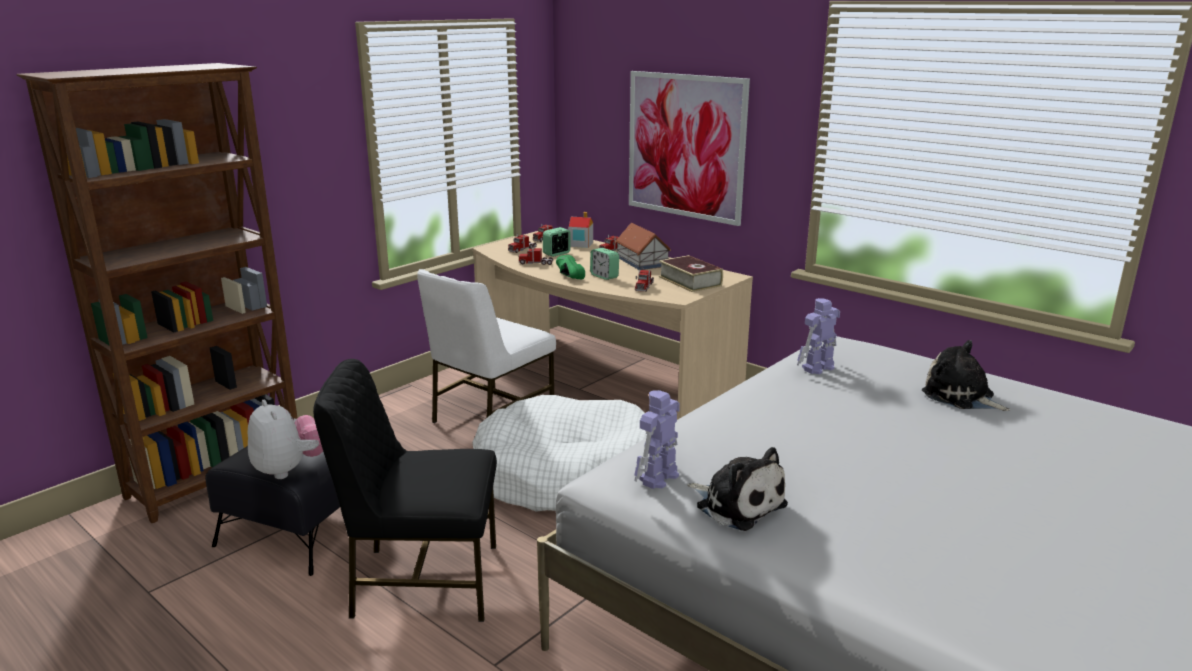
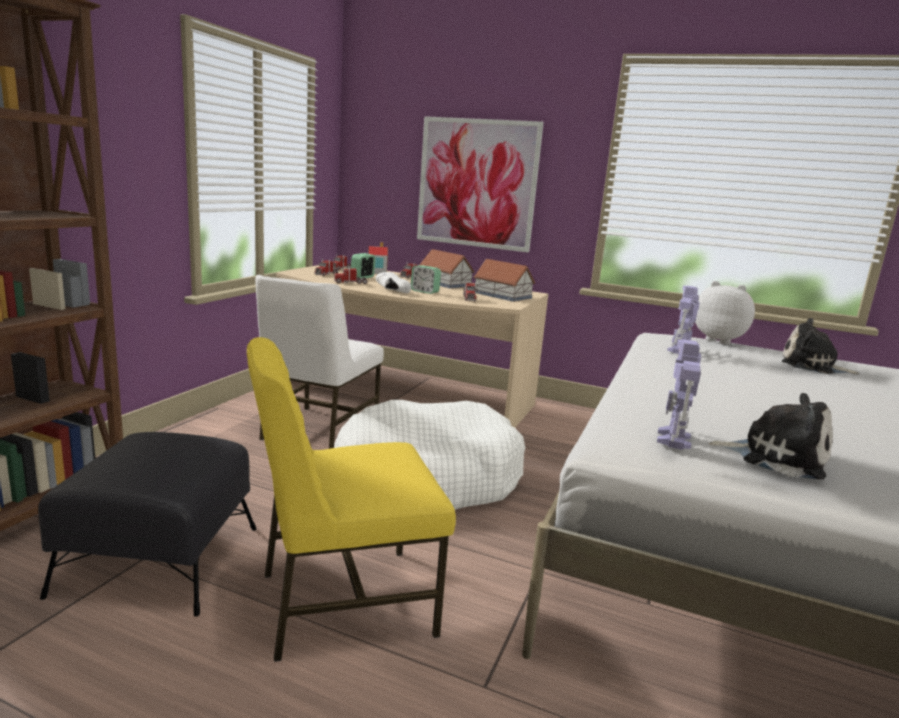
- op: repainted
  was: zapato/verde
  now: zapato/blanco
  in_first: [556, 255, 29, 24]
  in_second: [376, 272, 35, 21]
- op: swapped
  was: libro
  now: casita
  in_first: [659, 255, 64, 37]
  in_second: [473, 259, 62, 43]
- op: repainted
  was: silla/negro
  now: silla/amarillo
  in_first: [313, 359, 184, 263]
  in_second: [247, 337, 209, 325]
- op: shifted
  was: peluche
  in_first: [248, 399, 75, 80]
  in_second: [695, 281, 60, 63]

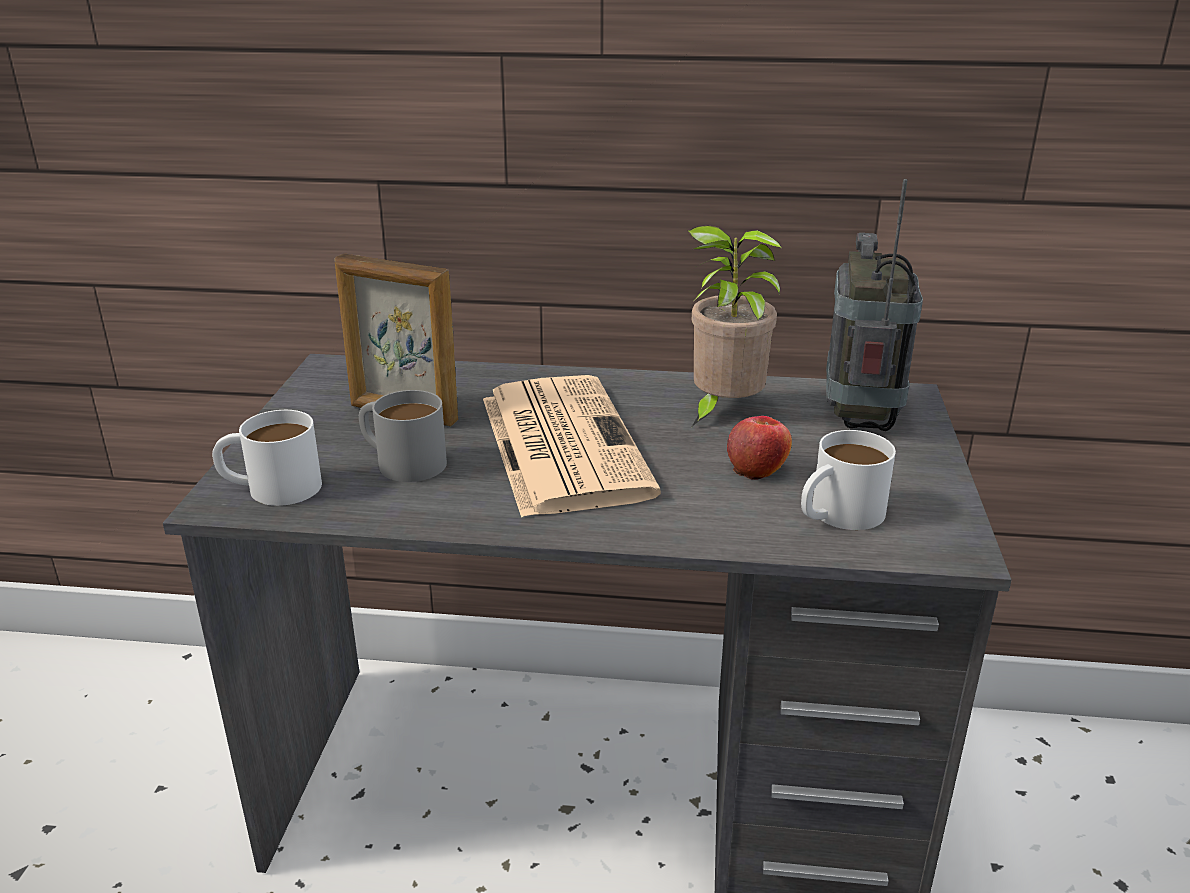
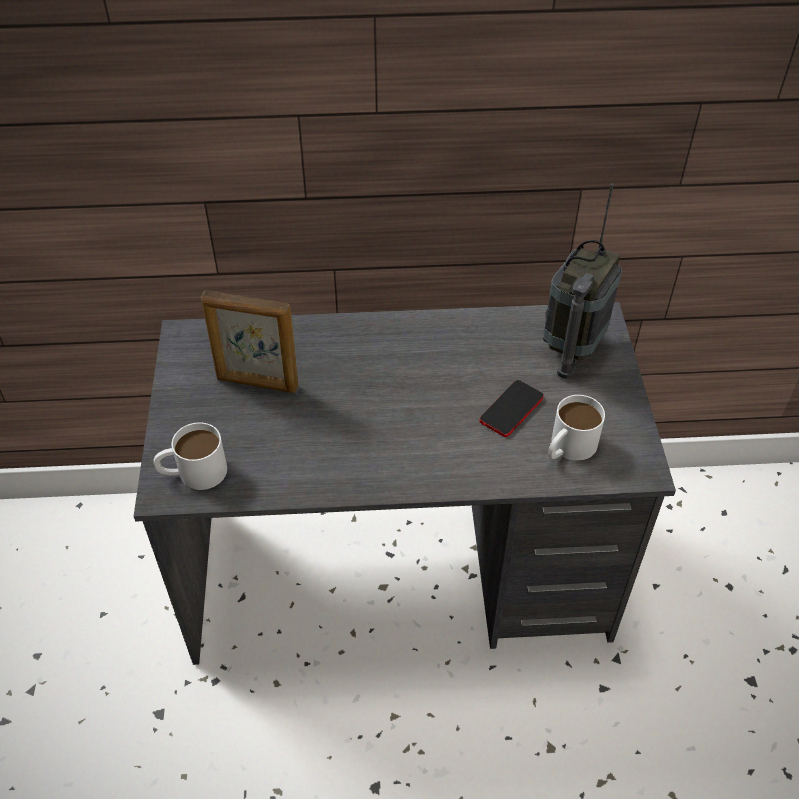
- op: rotated
  was: radio
  in_first: [826, 179, 97, 252]
  in_second: [543, 184, 79, 195]
  clockwise: -150
- op: gone
  was: planta en maceta
  in_first: [688, 225, 93, 201]
- op: gone
  was: periódico
  in_first: [483, 375, 178, 143]
- op: gone
  was: taza grande/gris
  in_first: [359, 390, 88, 92]
- op: swapped
  was: manzana
  now: móvil
  in_first: [727, 416, 65, 64]
  in_second: [479, 380, 65, 57]

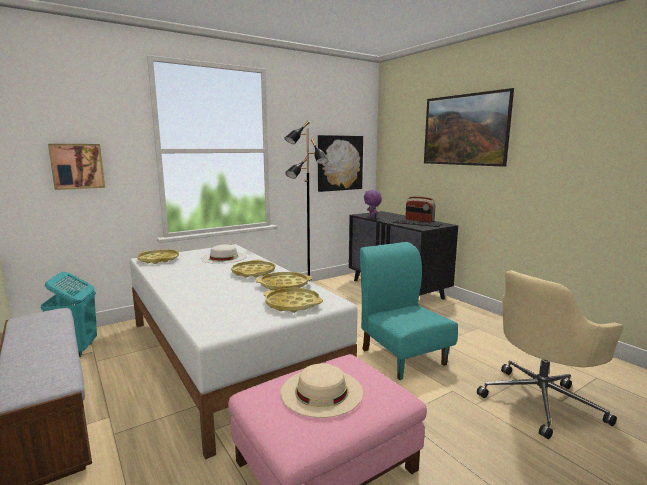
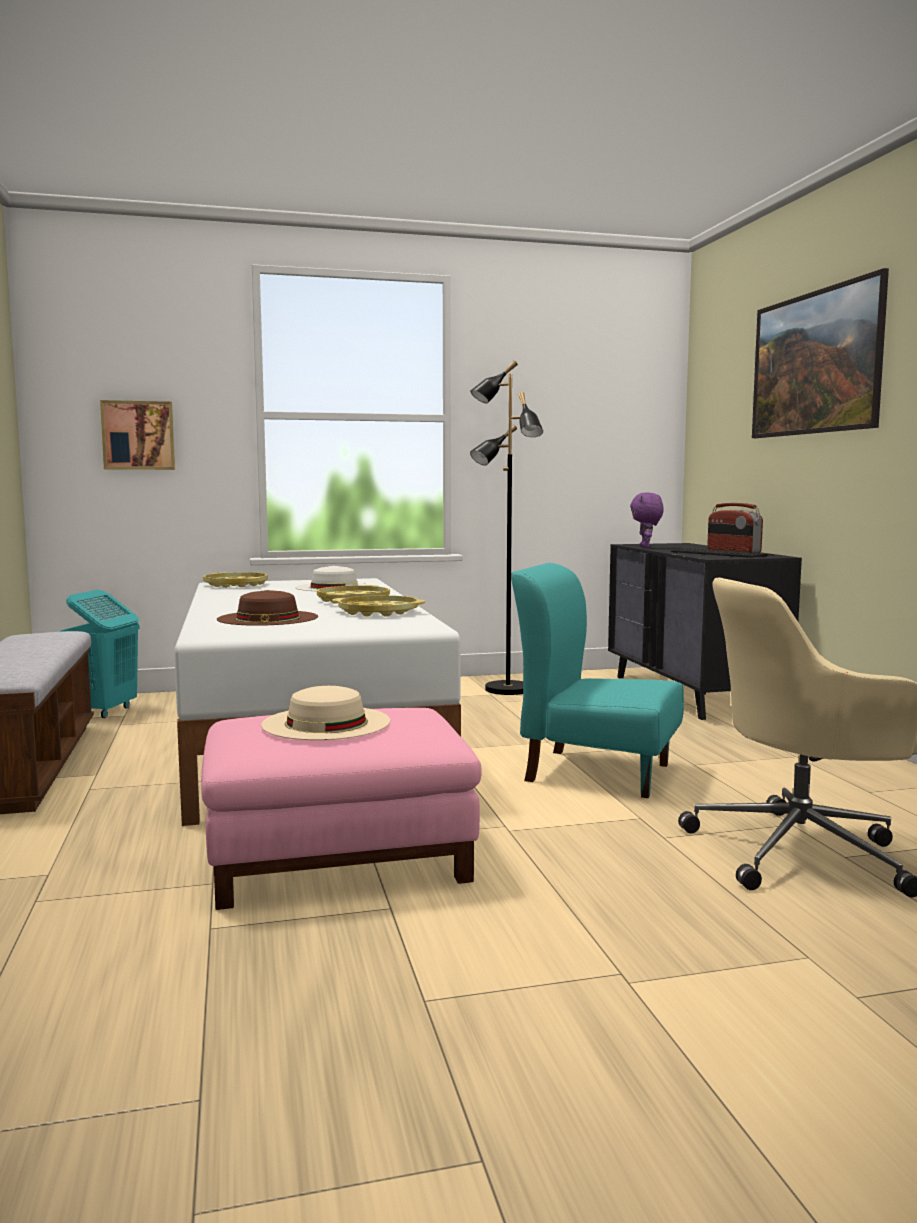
- op: gone
  was: cuadro
  in_first: [318, 135, 45, 57]
- op: rotated
  was: silla/turquesa
  in_first: [360, 242, 98, 138]
  in_second: [511, 563, 173, 235]
  clockwise: -60
- op: gone
  was: bandeja/amarillo
  in_first: [263, 288, 60, 25]
- op: new
  now: sombrero/marrón
  in_second: [217, 590, 101, 36]

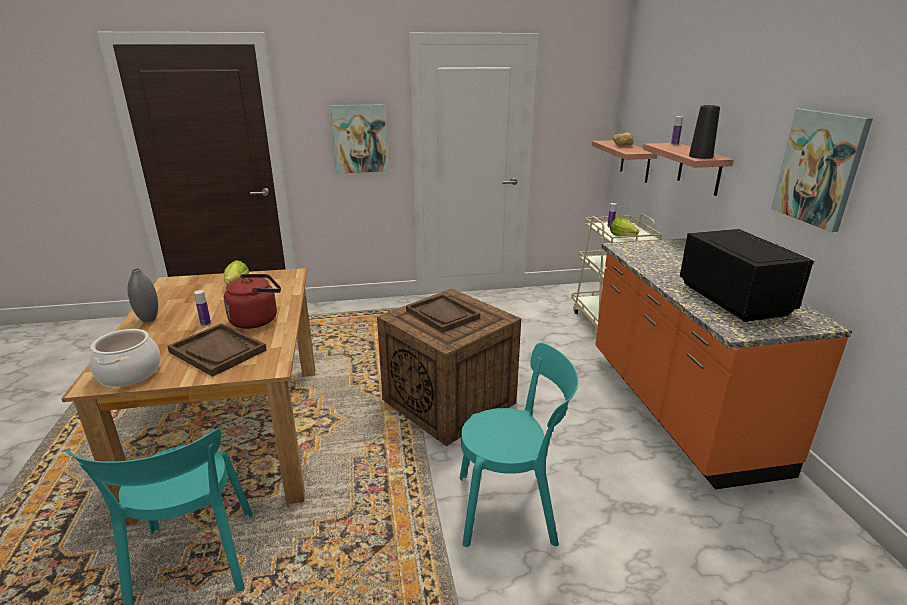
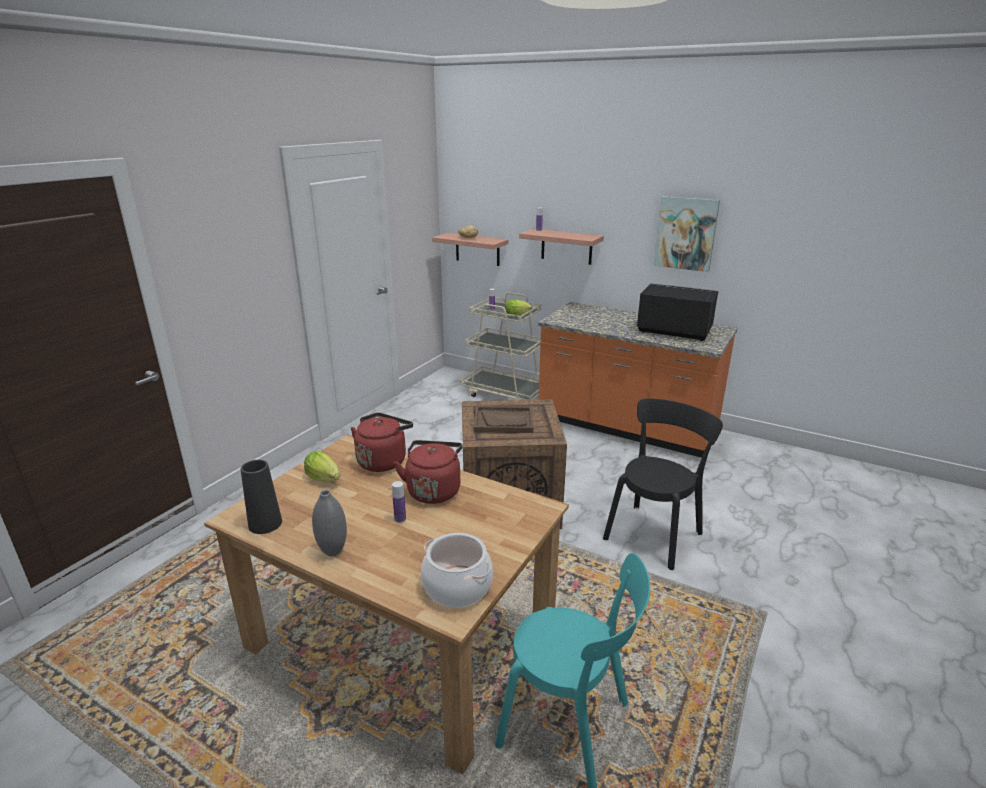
- op: gone
  was: cuadro
  in_first: [330, 104, 58, 70]
- op: shifted
  was: florero/negro
  in_first: [689, 105, 31, 54]
  in_second: [241, 460, 41, 74]
- op: gone
  was: bandeja/marrón
  in_first: [167, 323, 100, 54]
- op: repainted
  was: silla/turquesa
  now: silla/negro
  in_first: [460, 343, 118, 204]
  in_second: [603, 398, 120, 172]
- op: new
  now: hervidor/rojo
  in_second: [351, 413, 62, 59]

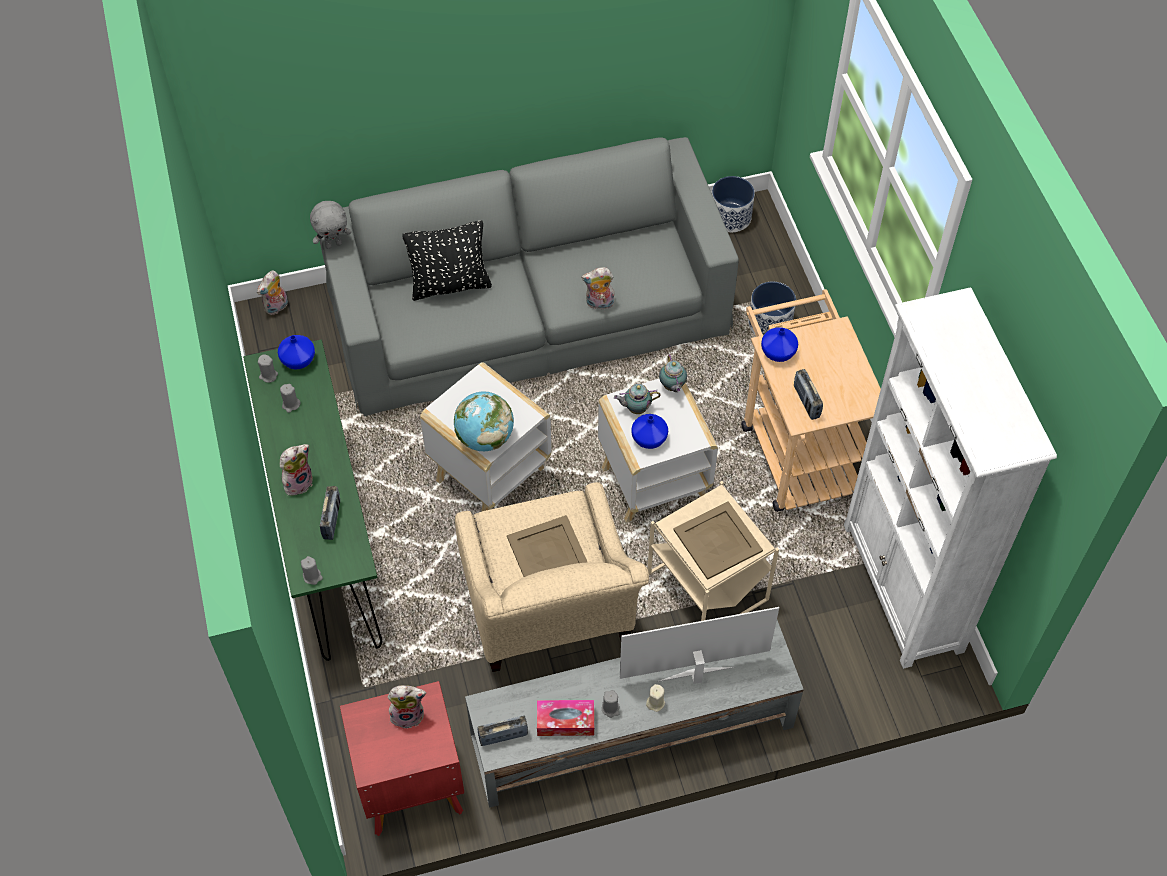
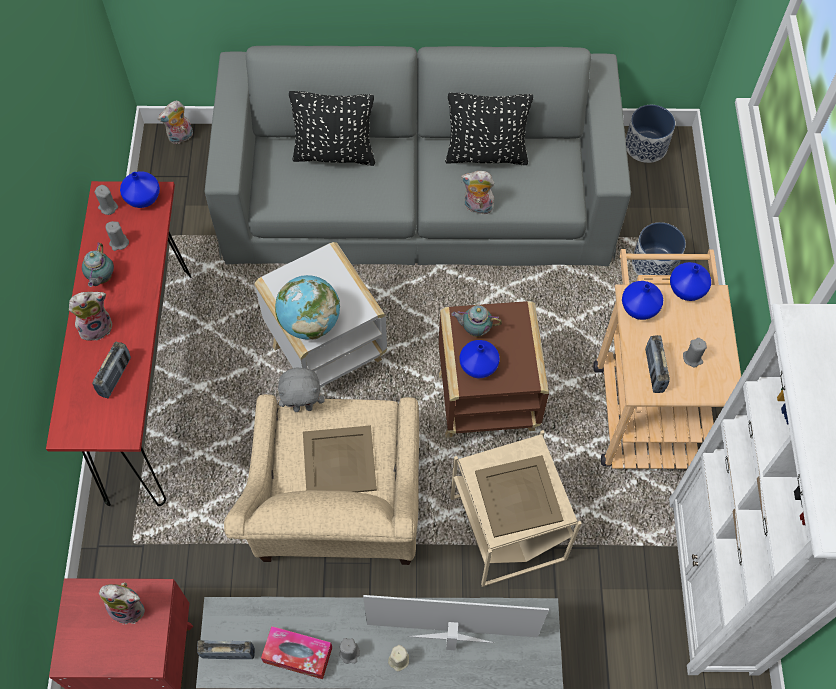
- op: shifted
  was: peluche/gris
  in_first: [310, 201, 41, 48]
  in_second: [278, 368, 47, 44]
- op: repainted
  was: mesa consola/verde
  now: mesa consola/rojo
  in_first: [243, 339, 139, 322]
  in_second: [46, 181, 146, 325]
- op: shifted
  was: tetera
  in_first: [659, 354, 28, 38]
  in_second: [82, 242, 32, 45]
- op: repainted
  was: mesa auxiliar/blanco
  now: mesa auxiliar/marrón
  in_first: [598, 379, 120, 143]
  in_second: [439, 301, 110, 137]
- op: shifted
  was: vela/gris
  in_first: [301, 556, 22, 29]
  in_second: [683, 338, 24, 30]
- op: new
  now: cojín/negro
  in_second: [445, 93, 88, 72]
- op: new
  now: florero/azul
  in_second: [670, 262, 41, 39]

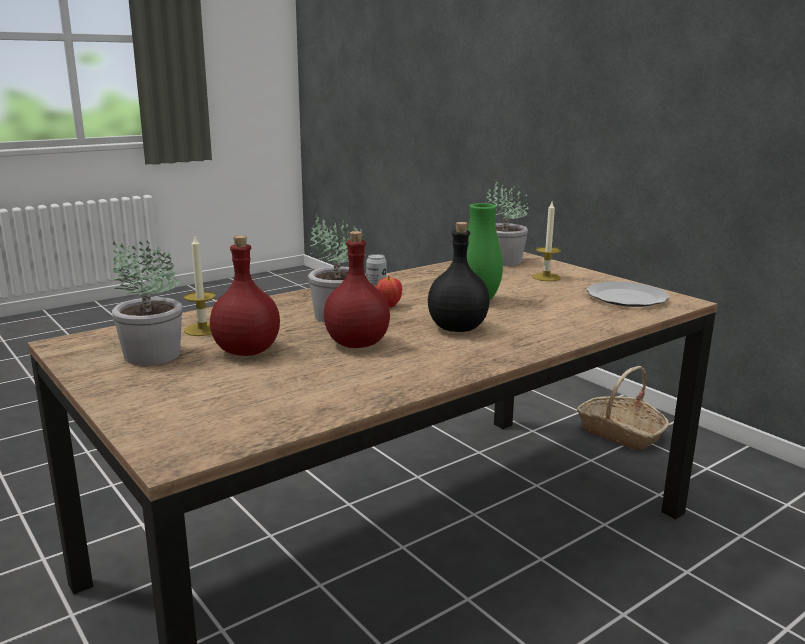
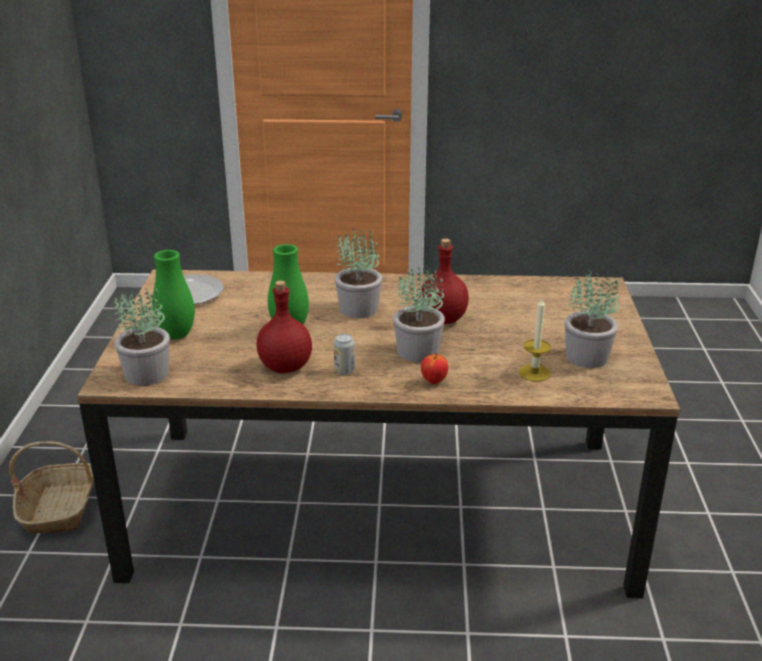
- op: swapped
  was: vela
  now: florero/verde
  in_first: [532, 202, 29, 79]
  in_second: [152, 250, 43, 90]
- op: swapped
  was: botella/negro
  now: planta en maceta
  in_first: [428, 222, 62, 110]
  in_second: [335, 227, 47, 91]
- op: shifted
  was: botella/rojo
  in_first: [210, 235, 70, 121]
  in_second: [256, 280, 56, 93]
- op: shifted
  was: manzana
  in_first: [376, 275, 26, 33]
  in_second: [421, 353, 27, 31]

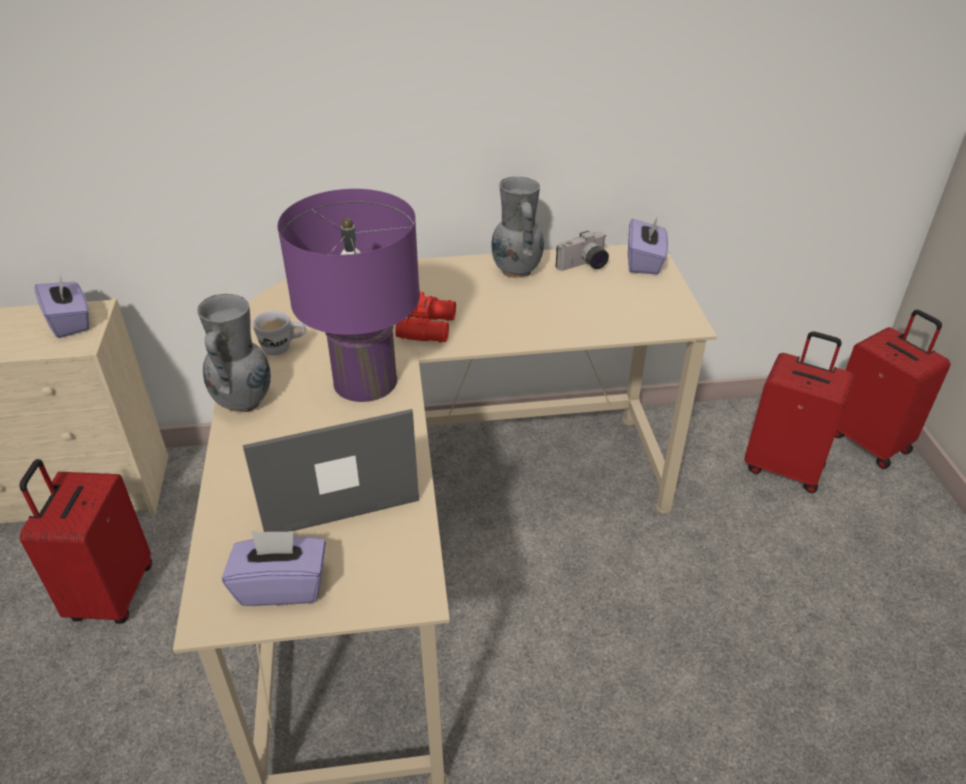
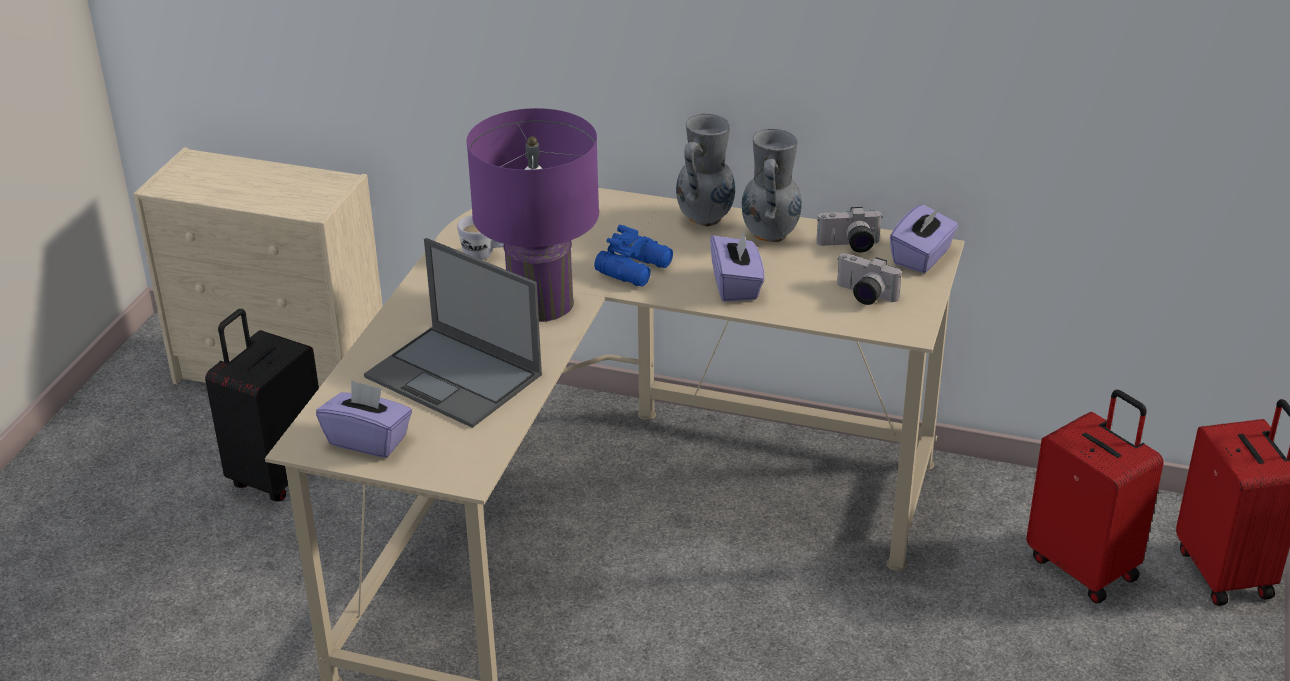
- op: shifted
  was: caja de pañuelos/morado
  in_first: [35, 273, 55, 65]
  in_second: [710, 231, 54, 71]
- op: repainted
  was: prismáticos/rojo
  now: prismáticos/azul
  in_first: [395, 292, 61, 50]
  in_second: [594, 225, 79, 61]
- op: shifted
  was: florero/gris
  in_first: [197, 294, 74, 118]
  in_second: [676, 114, 59, 113]
- op: rotated
  was: portátil
  in_first: [243, 409, 176, 123]
  in_second: [364, 238, 178, 190]
  clockwise: -150
- op: repainted
  was: maleta/rojo
  now: maleta/negro
  in_first: [20, 459, 132, 165]
  in_second: [205, 309, 114, 192]
- op: new
  now: cámara
  in_second: [837, 253, 64, 52]

